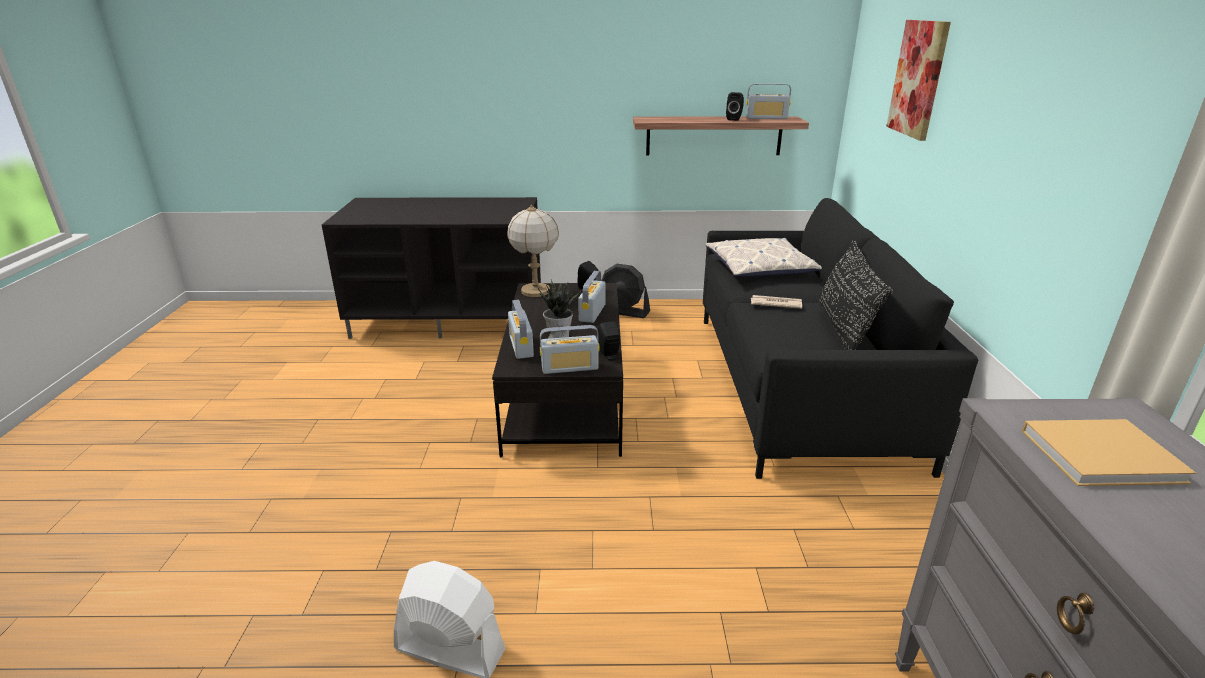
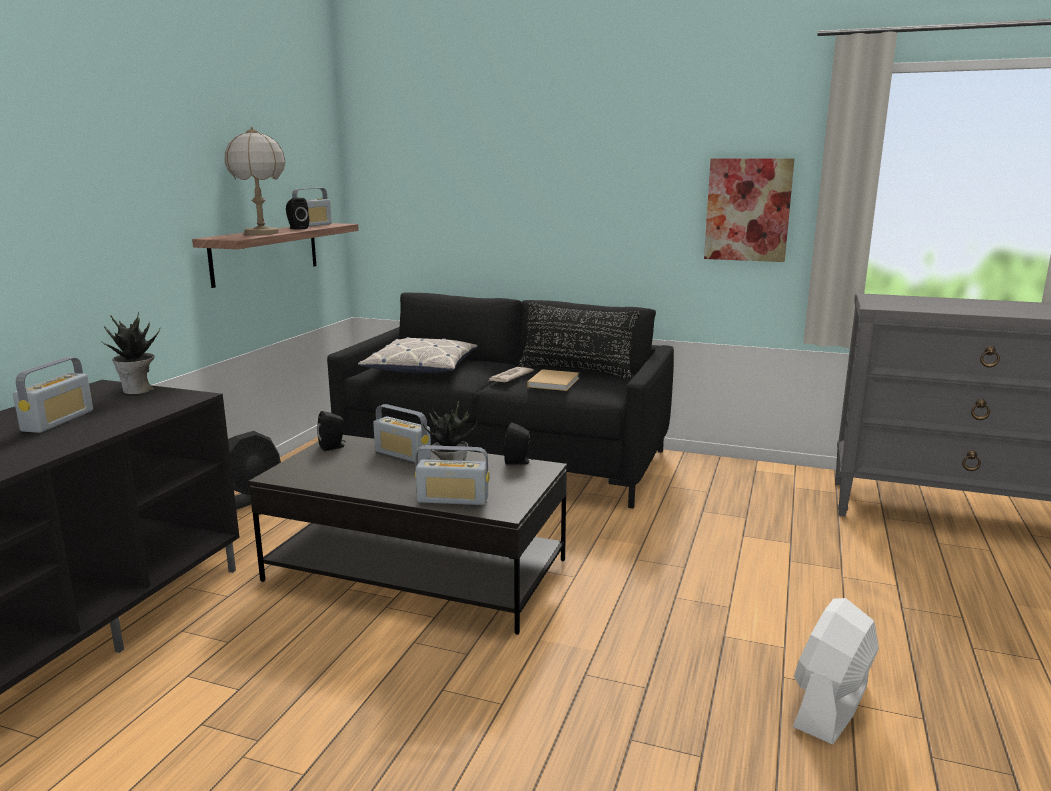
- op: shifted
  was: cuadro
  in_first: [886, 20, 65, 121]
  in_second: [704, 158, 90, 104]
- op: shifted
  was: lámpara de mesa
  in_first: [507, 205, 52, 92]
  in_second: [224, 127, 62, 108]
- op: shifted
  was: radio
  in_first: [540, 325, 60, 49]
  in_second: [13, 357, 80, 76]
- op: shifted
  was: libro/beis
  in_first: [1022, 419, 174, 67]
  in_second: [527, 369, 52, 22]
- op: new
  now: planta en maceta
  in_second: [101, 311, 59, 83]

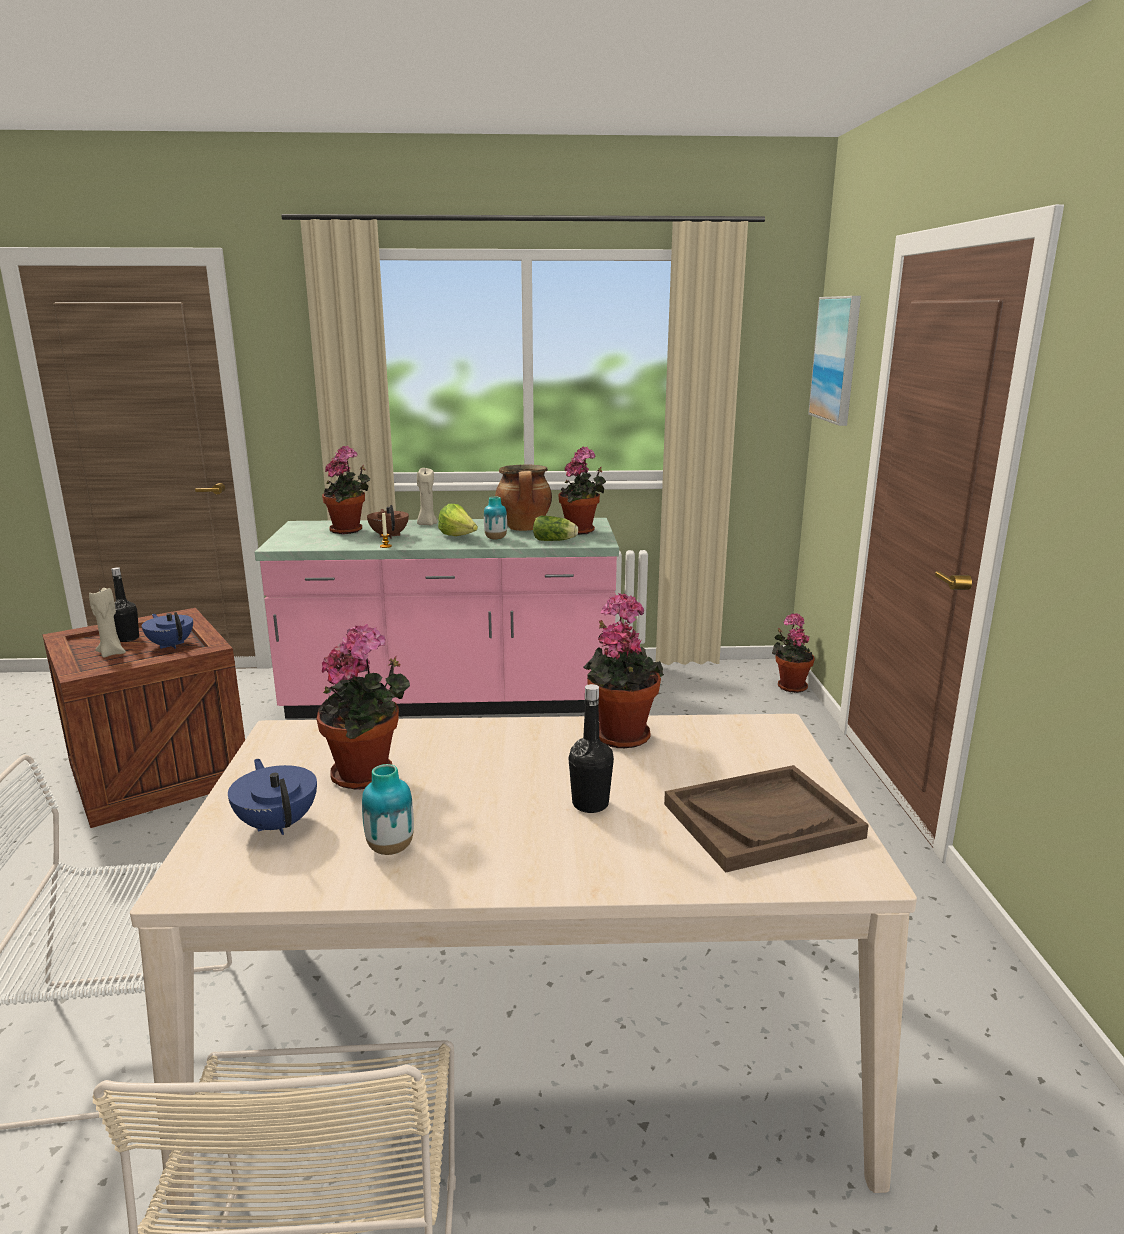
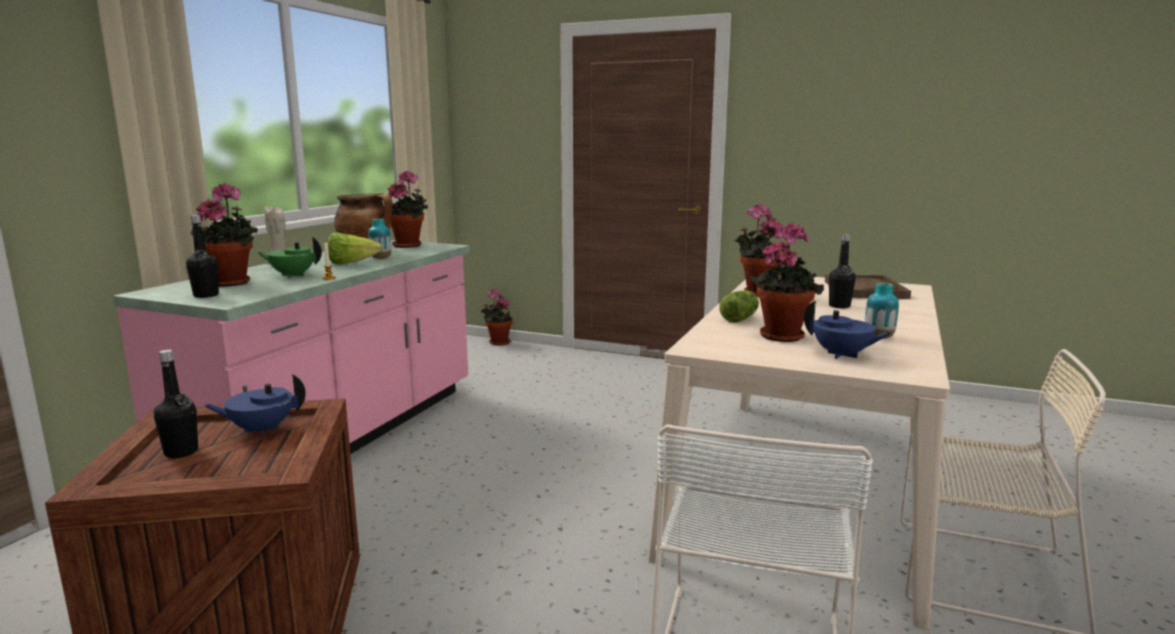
- op: gone
  was: cuadro
  in_first: [808, 296, 53, 130]
- op: repainted
  was: tetera/marrón
  now: tetera/verde
  in_first: [367, 505, 42, 34]
  in_second: [257, 237, 65, 41]
- op: shifted
  was: lechuga
  in_first: [533, 516, 45, 25]
  in_second: [720, 290, 39, 33]
- op: gone
  was: vela/beis
  in_first: [89, 588, 37, 70]
- op: rotated
  was: tetera/azul
  in_first: [228, 759, 89, 76]
  in_second: [804, 300, 88, 59]
  clockwise: -135
- op: new
  now: botella/negro
  in_second: [186, 215, 33, 83]

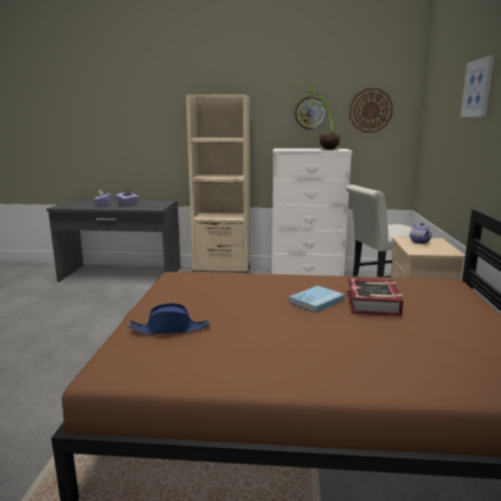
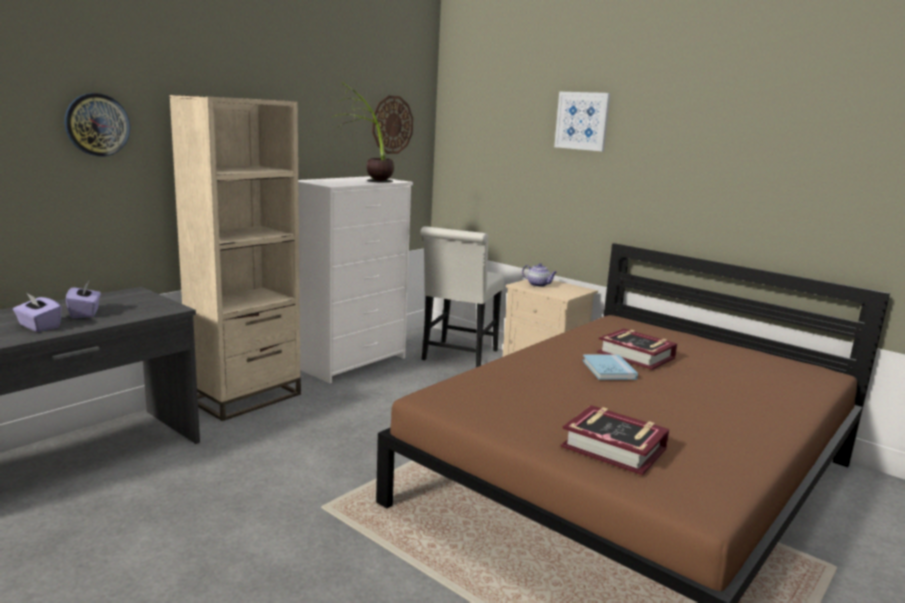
- op: shifted
  was: reloj de pared
  in_first: [295, 97, 32, 33]
  in_second: [64, 93, 66, 63]
- op: swapped
  was: sombrero/azul
  now: libro
  in_first: [128, 303, 82, 32]
  in_second: [561, 405, 109, 70]

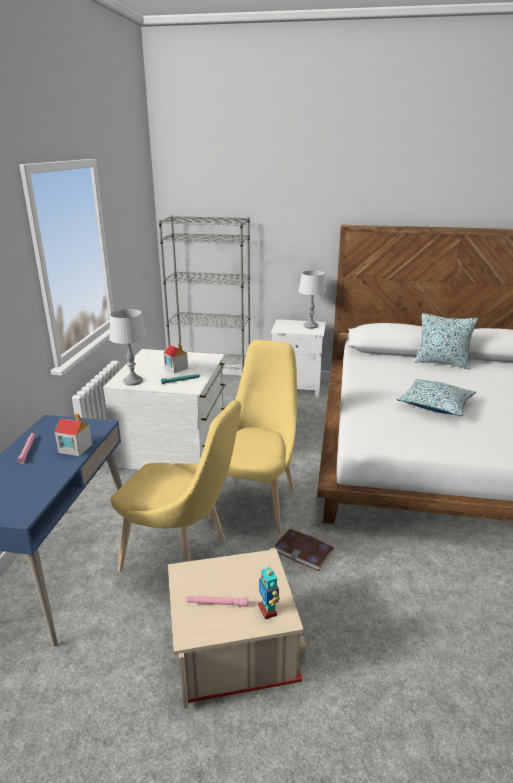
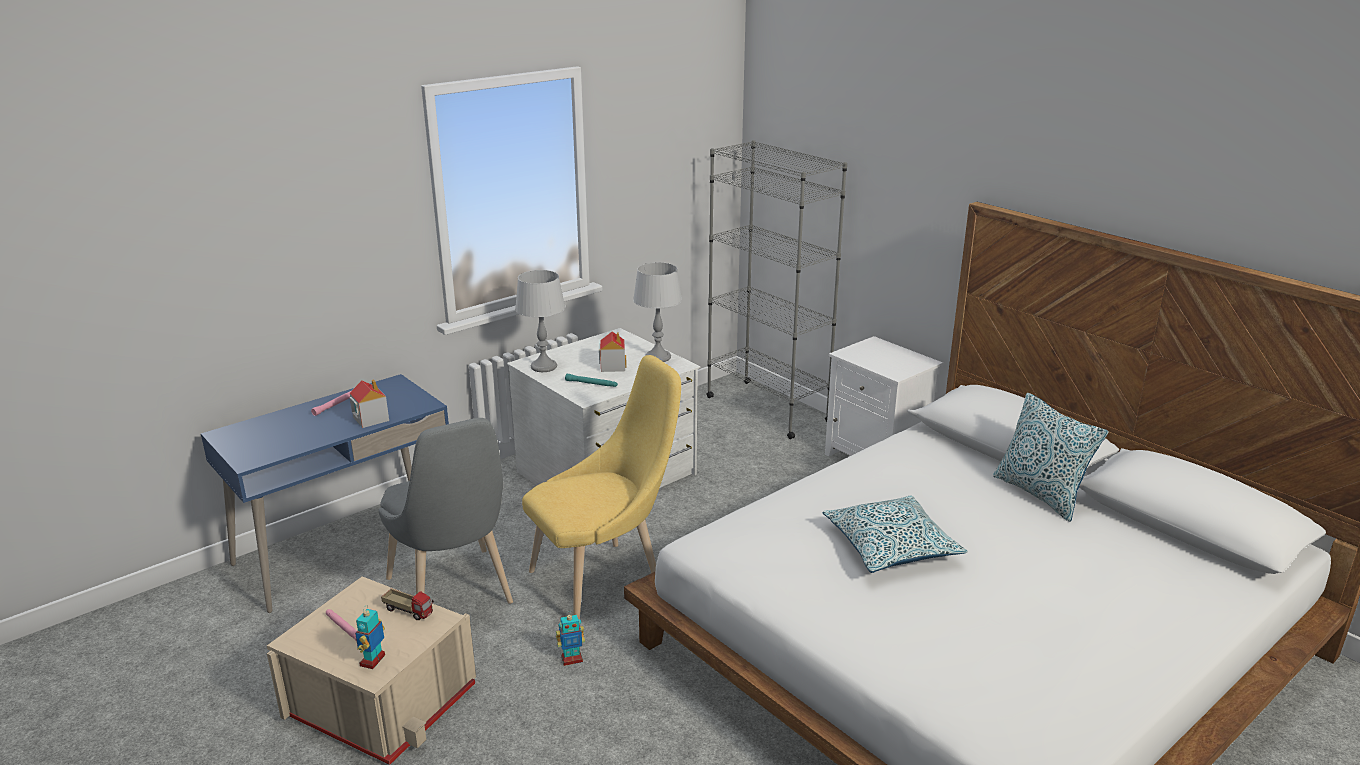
- op: shifted
  was: lámpara de mesa/gris
  in_first: [298, 270, 28, 59]
  in_second: [633, 262, 49, 100]
- op: repainted
  was: silla/amarillo
  now: silla/gris
  in_first: [111, 400, 130, 172]
  in_second: [379, 418, 134, 186]
- op: swapped
  was: libro
  now: robot de juguete
  in_first: [274, 529, 60, 42]
  in_second: [556, 611, 29, 55]
- op: new
  now: camión de juguete
  in_second: [381, 588, 53, 32]

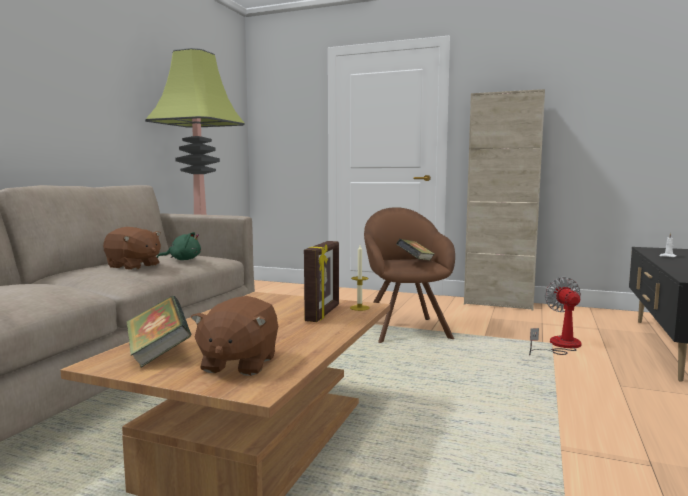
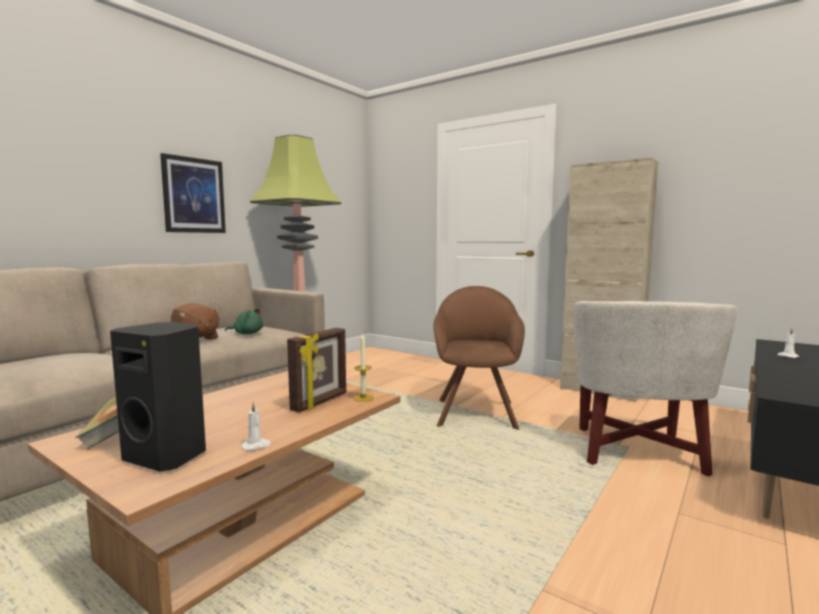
- op: gone
  was: libro
  in_first: [397, 239, 37, 22]
- op: swapped
  was: ventilador
  now: sillón/blanco
  in_first: [529, 277, 53, 78]
  in_second: [574, 301, 163, 175]
- op: swapped
  was: peluche/marrón
  now: altavoz/negro
  in_first: [191, 296, 87, 80]
  in_second: [110, 322, 96, 150]
- op: new
  now: cuadro
  in_second: [161, 153, 65, 80]
- op: new
  now: vela/blanco
  in_second: [241, 402, 30, 48]

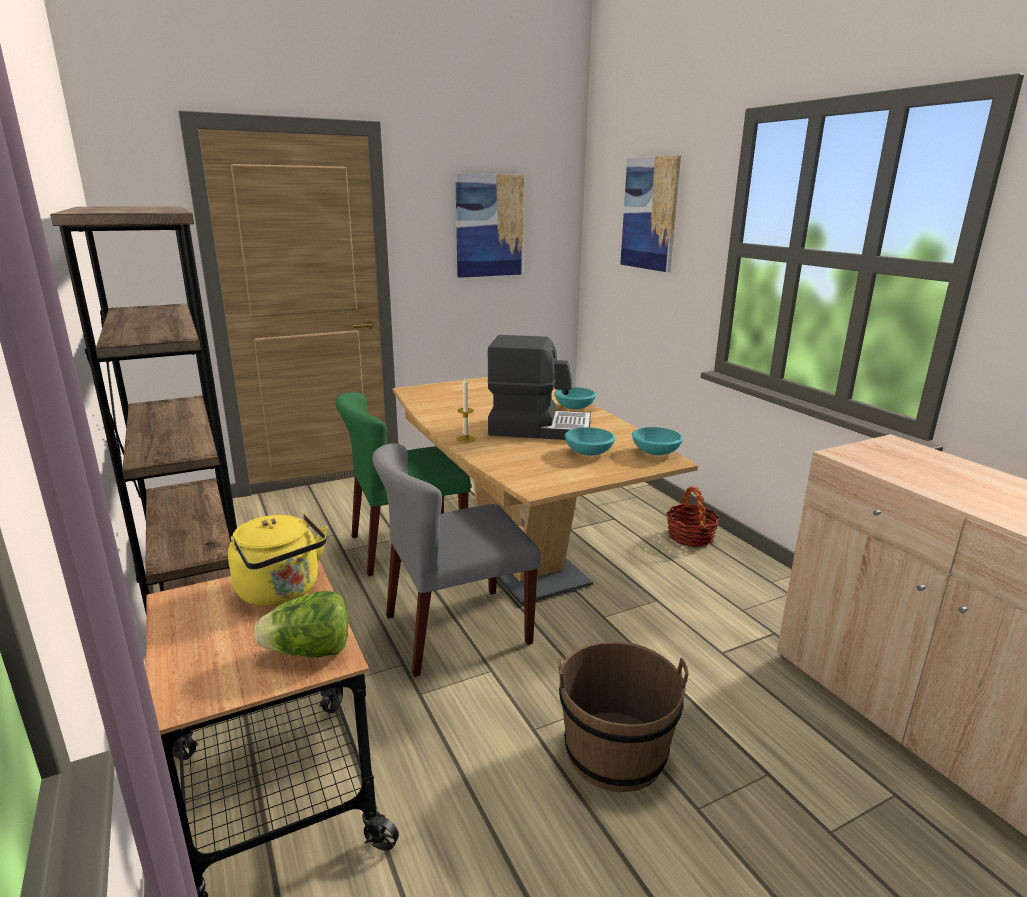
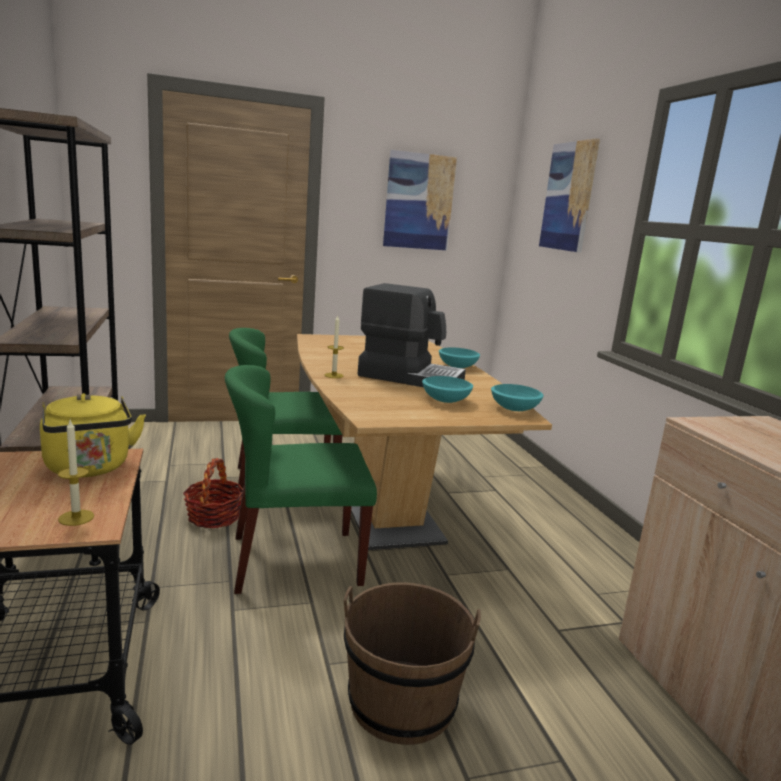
- op: repainted
  was: silla/gris
  now: silla/verde
  in_first: [372, 443, 169, 234]
  in_second: [225, 365, 152, 229]
- op: shifted
  was: cesta
  in_first: [666, 486, 54, 61]
  in_second: [183, 458, 60, 70]
- op: swapped
  was: lechuga
  now: vela
  in_first: [254, 591, 94, 67]
  in_second: [58, 420, 36, 106]

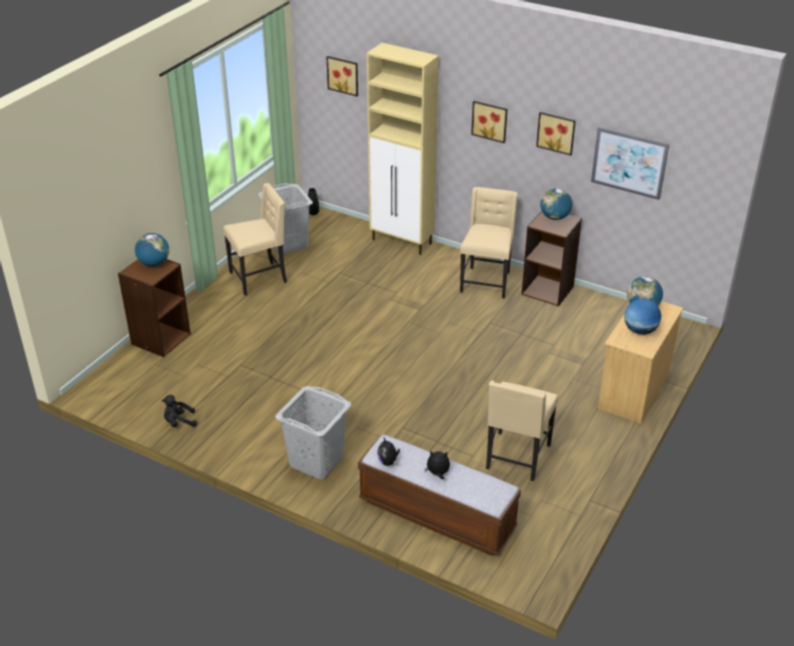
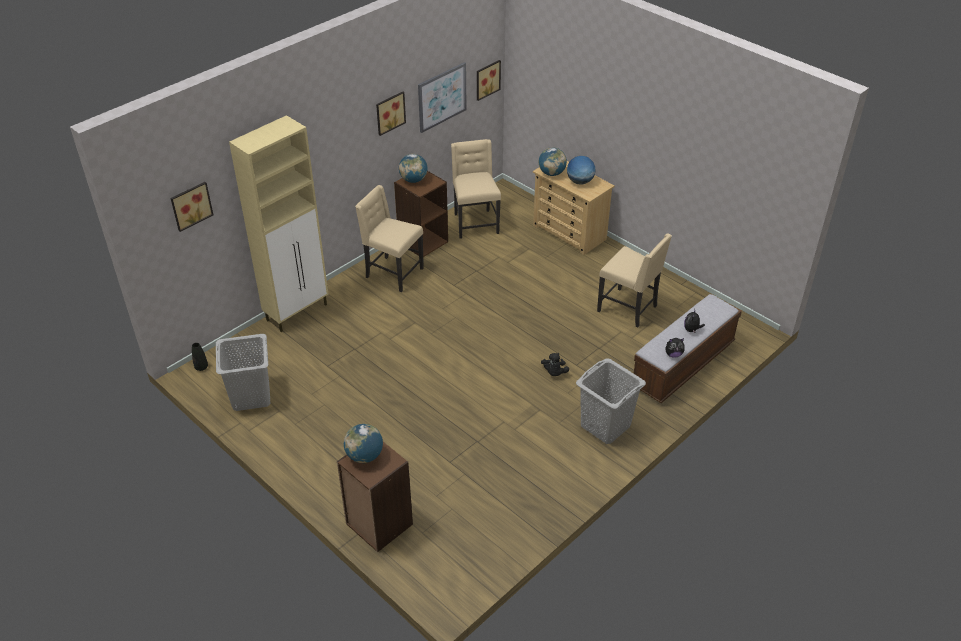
- op: shifted
  was: cuadro
  in_first: [471, 101, 36, 42]
  in_second: [477, 60, 24, 41]
- op: shifted
  was: silla/beis
  in_first: [223, 183, 64, 112]
  in_second: [451, 139, 50, 100]
- op: shifted
  was: peluche/negro
  in_first: [162, 395, 35, 32]
  in_second: [541, 353, 28, 23]

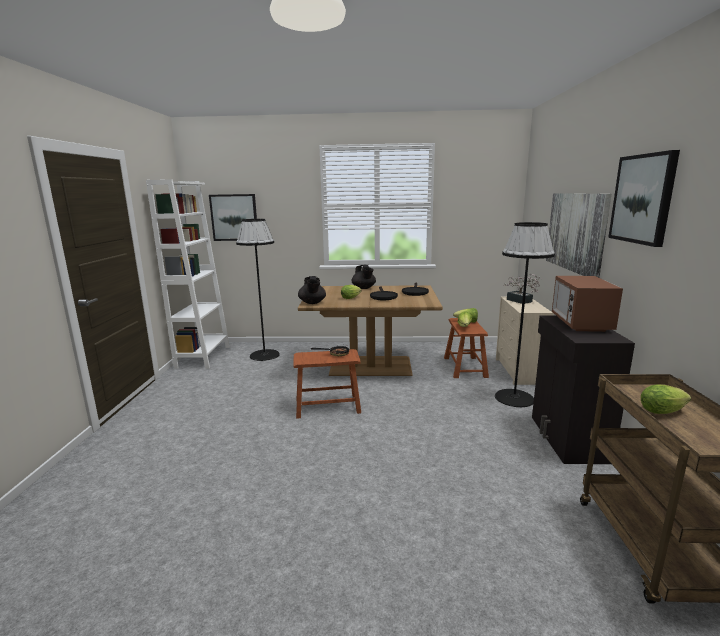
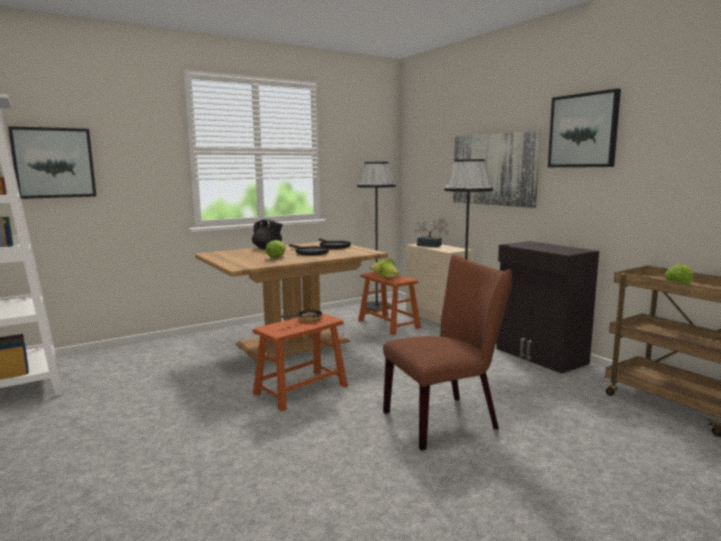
- op: shifted
  was: lámpara de pie/negro
  in_first: [236, 219, 44, 142]
  in_second: [357, 162, 39, 149]
- op: gone
  was: tetera/negro
  in_first: [298, 276, 28, 28]
- op: gone
  was: microondas
  in_first: [552, 276, 71, 56]
- op: new
  now: silla/marrón
  in_second: [383, 254, 129, 197]

